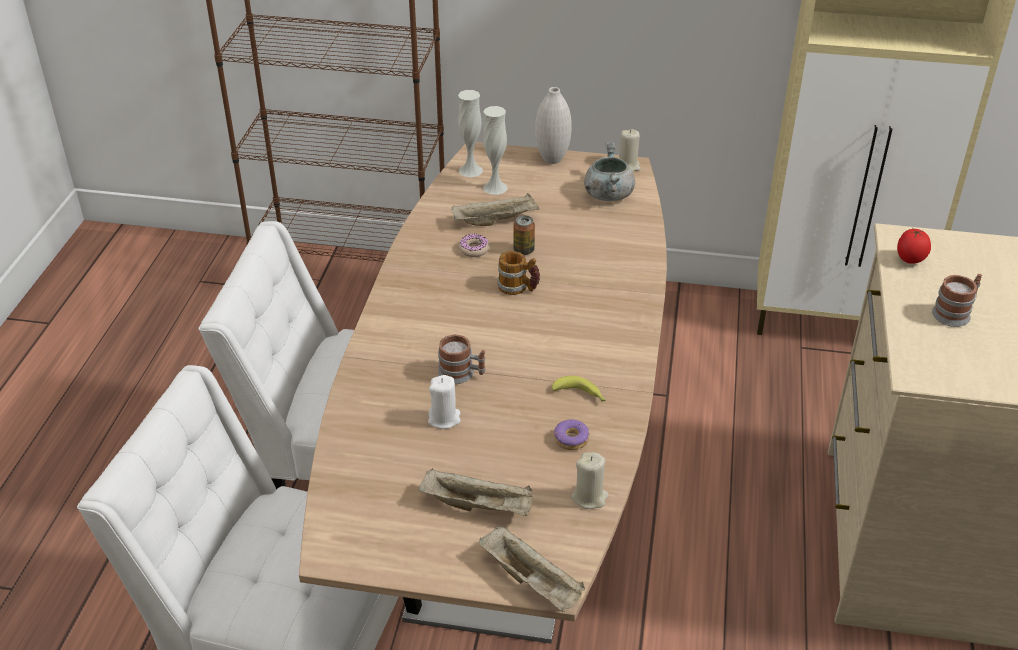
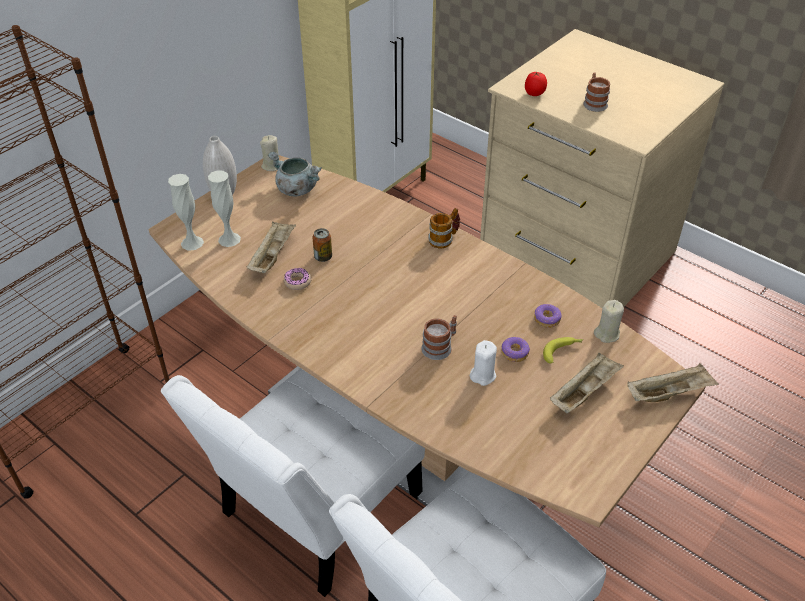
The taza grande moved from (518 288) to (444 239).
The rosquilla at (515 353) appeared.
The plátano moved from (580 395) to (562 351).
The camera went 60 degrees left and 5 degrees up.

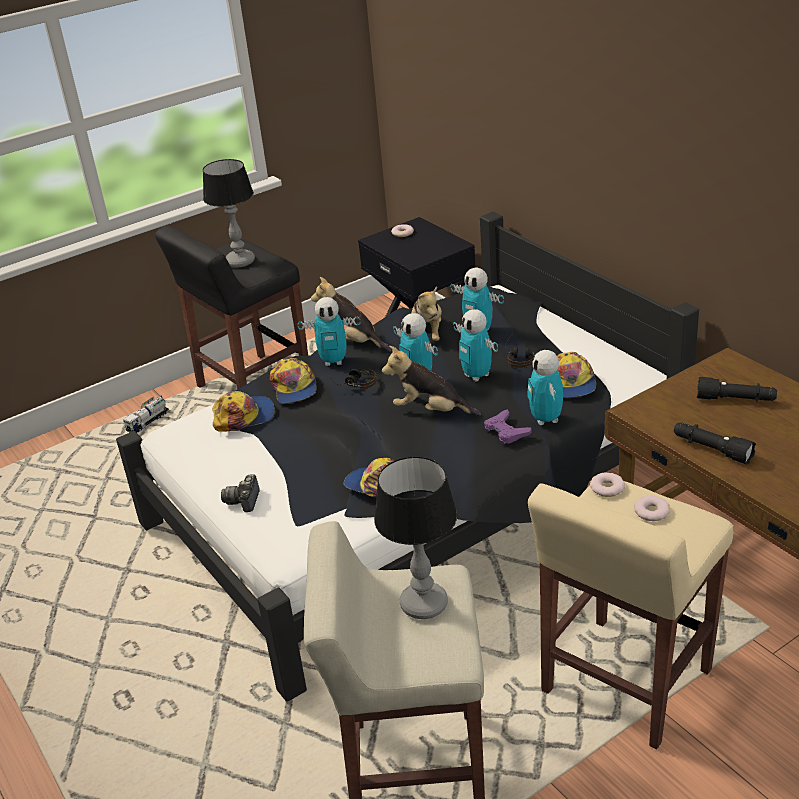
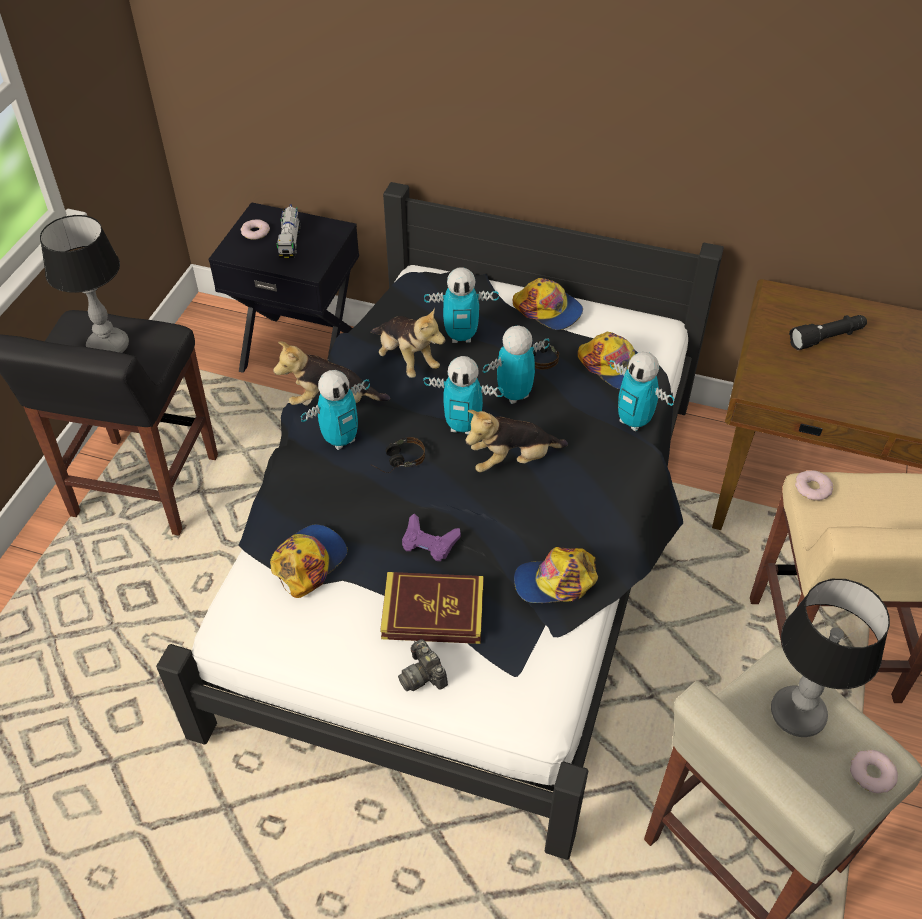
The camión de juguete moved from (148 422) to (290 241).
The libro at (433 611) appeared.
The mando de consola/morado moved from (506 431) to (429 542).
The robot de juguete at (477 375) turned 135 degrees clockwise.
The gorra moved from (294 388) to (548 310).
The rosquilla moved from (651 511) to (872 774).
The linterna/negro at (711 449) disappeared.
The camera went 40 degrees left and 15 degrees up.

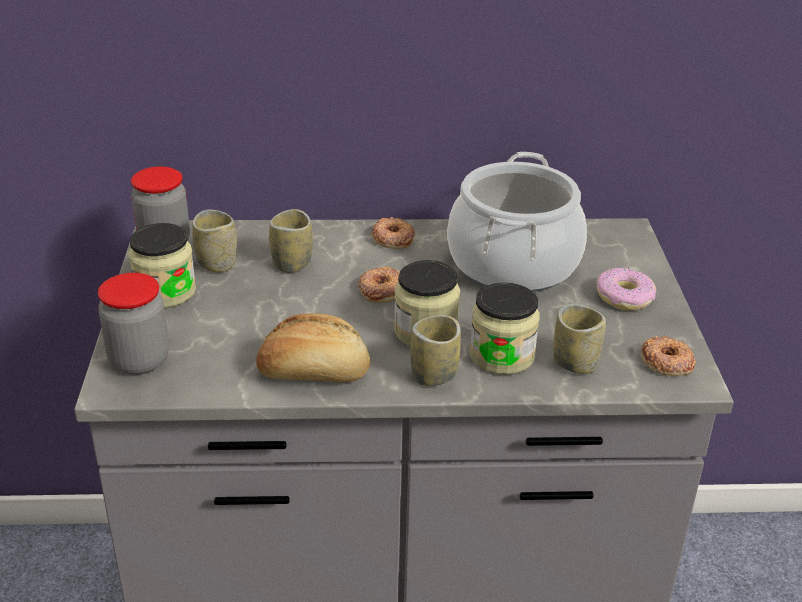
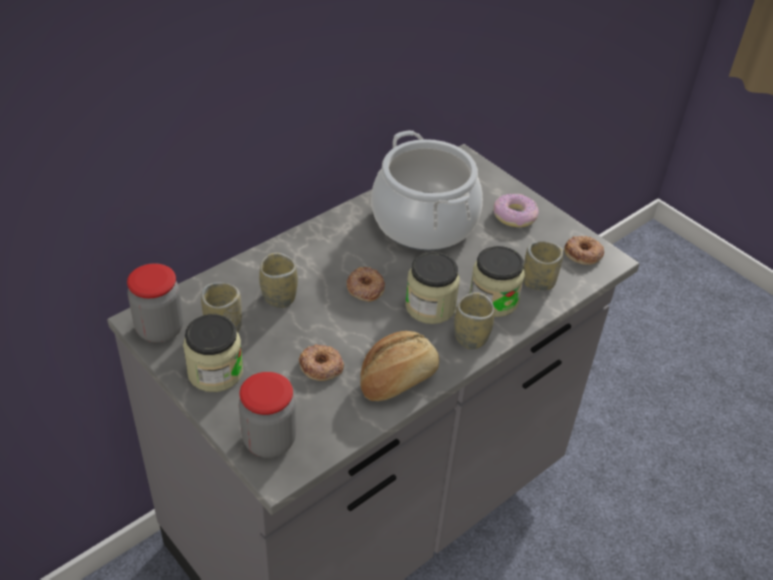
The rosquilla moved from (392 238) to (321 366).
The camera went 40 degrees left and 10 degrees up.

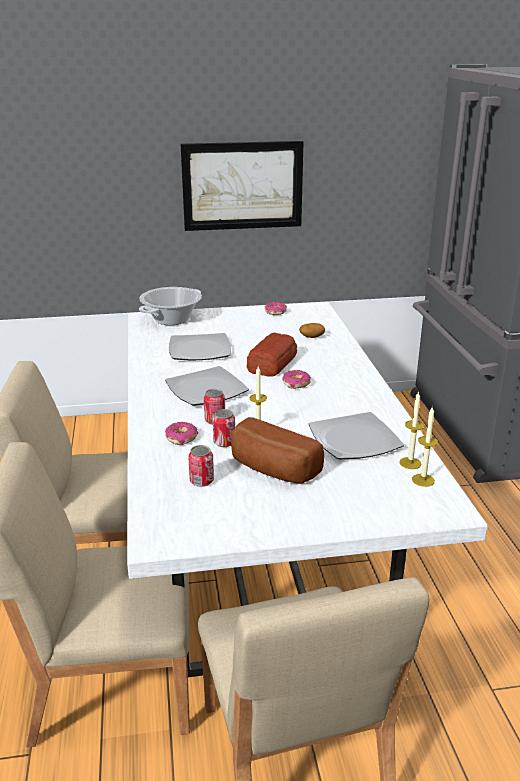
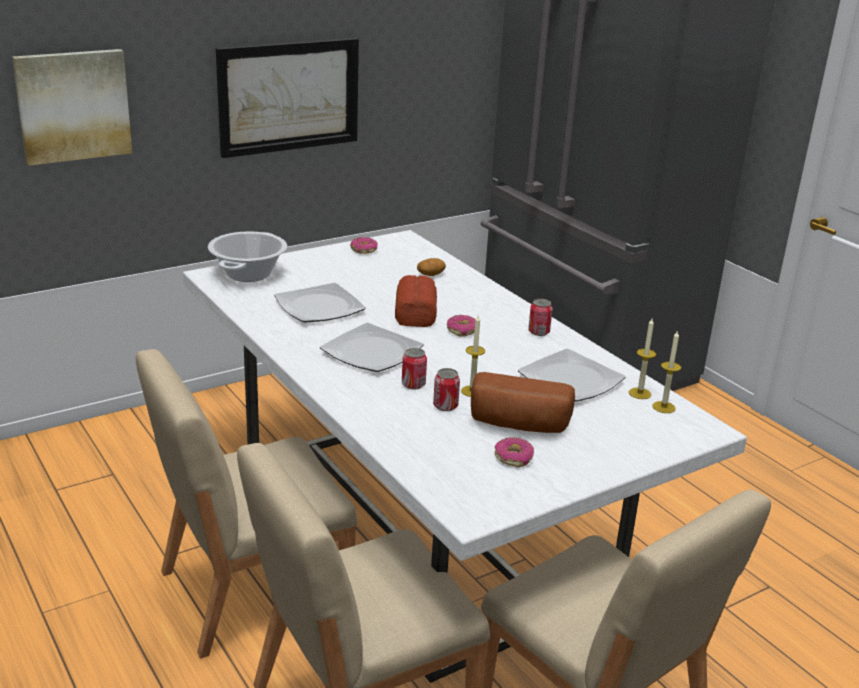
The cuadro at (73 105) appeared.
The rosquilla moved from (181 438) to (513 458).
The lata moved from (201 481) to (539 332).
The camera went 25 degrees left and 0 degrees up.

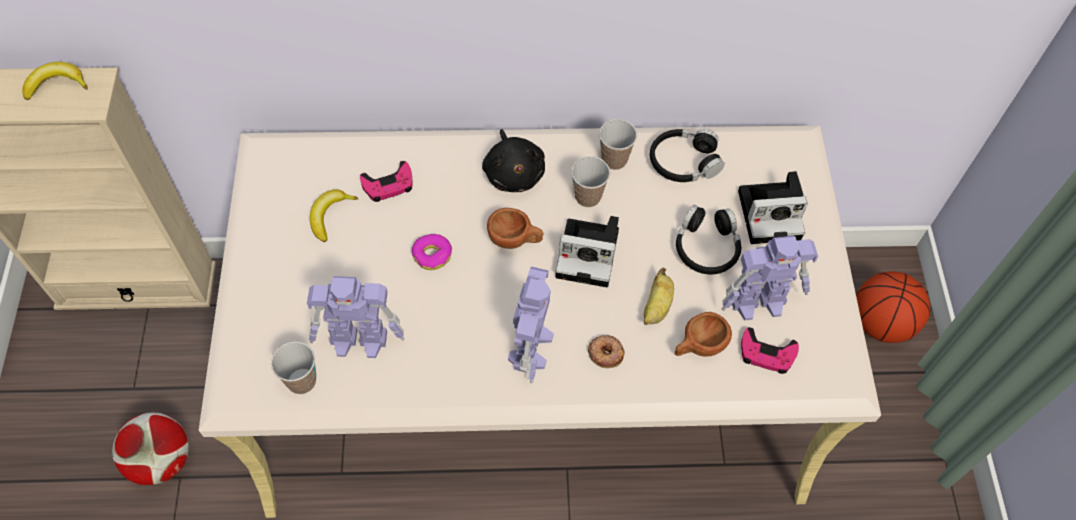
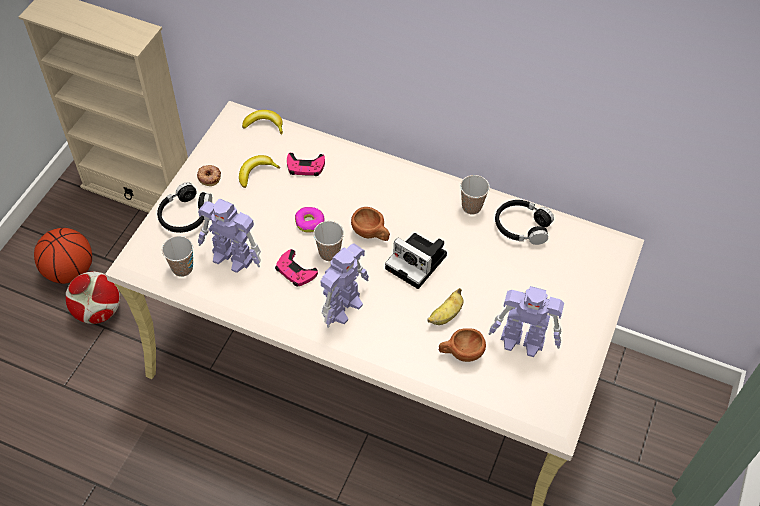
The balón de baloncesto moved from (880 323) to (70 271).
The auriculares/negro moved from (706 247) to (185 215).
The rosquilla moved from (605 353) to (209 177).
The plátano moved from (56 85) to (264 125).
The mando de consola/rosa moved from (767 353) to (295 271).
The taza moved from (588 197) to (329 253).
The peluche/negro at (514 173) disappeared.
The cámara at (772 213) disappeared.
The camera went 25 degrees right and 5 degrees down.

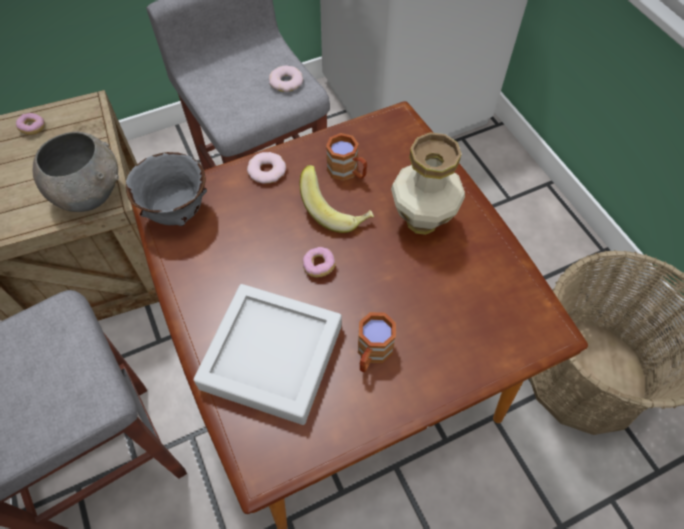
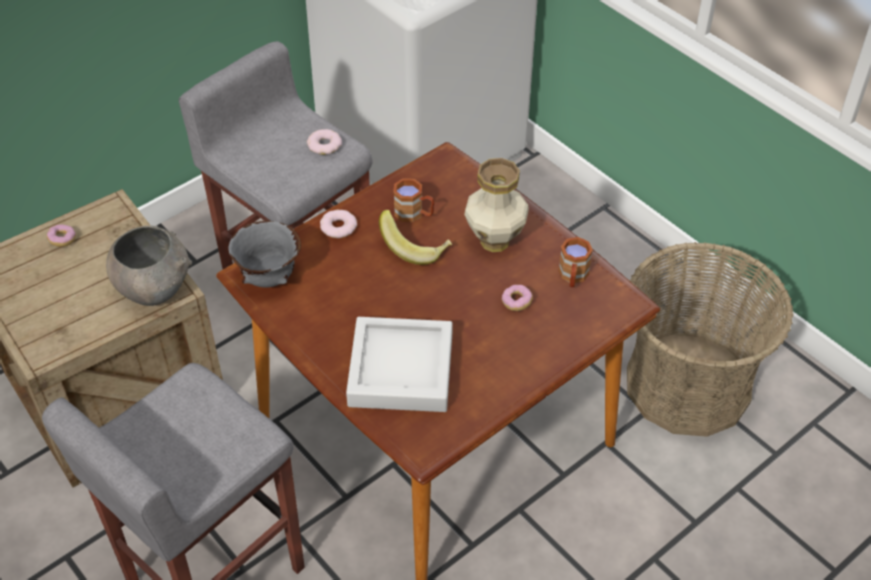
The rosquilla moved from (319 266) to (516 302).
The taza grande/marrón moved from (371 354) to (573 277).
The camera went 15 degrees left and 10 degrees down.

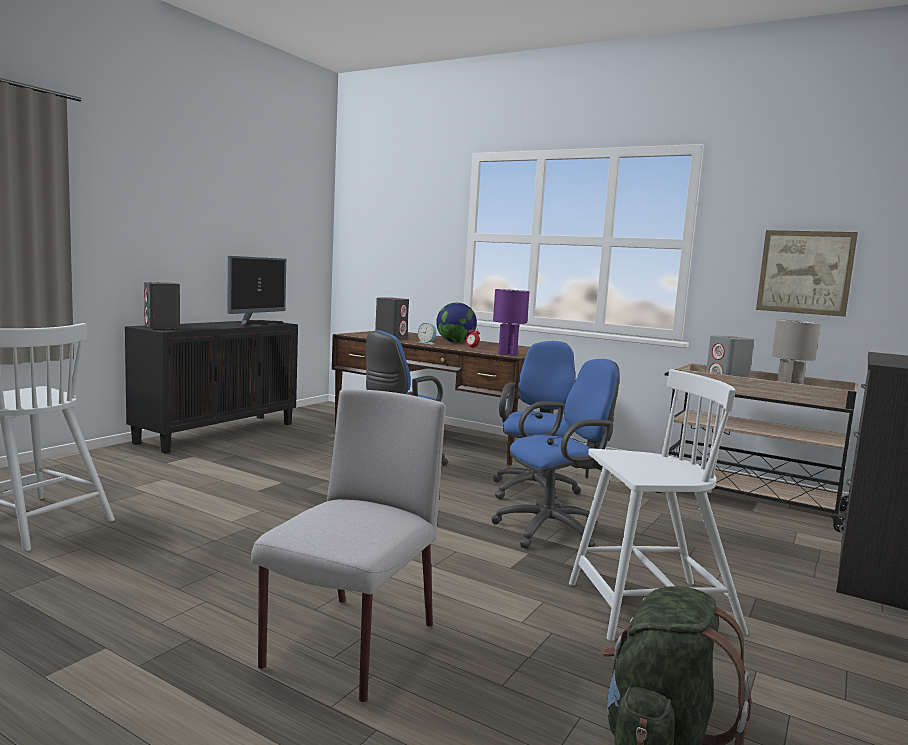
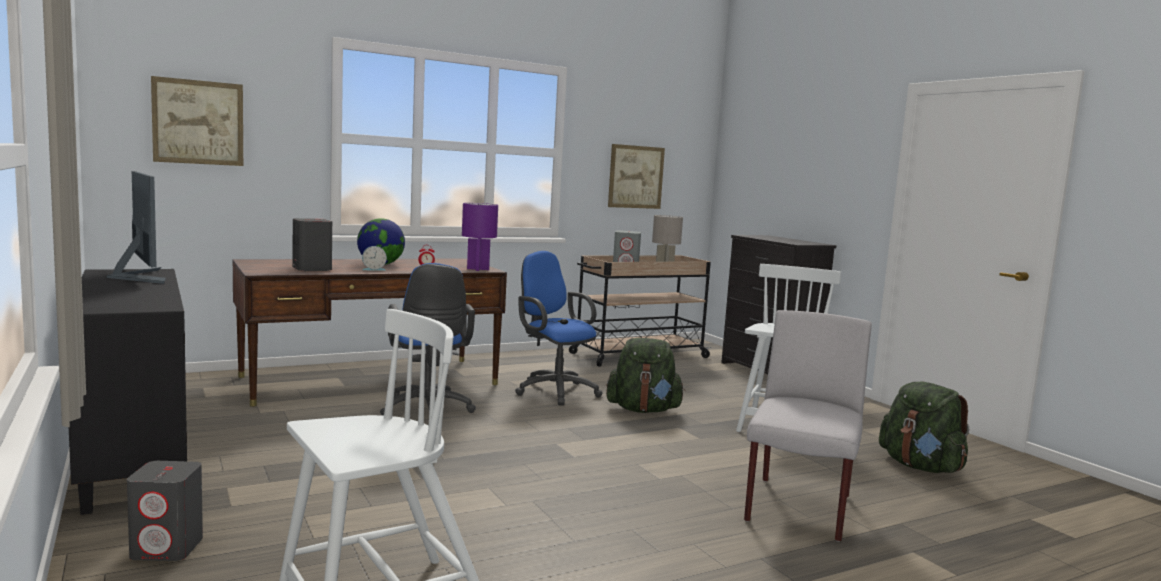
The altavoz/gris moved from (162 327) to (168 548).
The cuadro at (198 122) appeared.
The silla de oficina/azul at (553 530) was replaced by the mochila/verde at (643 410).
The silla/gris at (349 647) turned 60 degrees clockwise.
The camera went 60 degrees left and 0 degrees up.

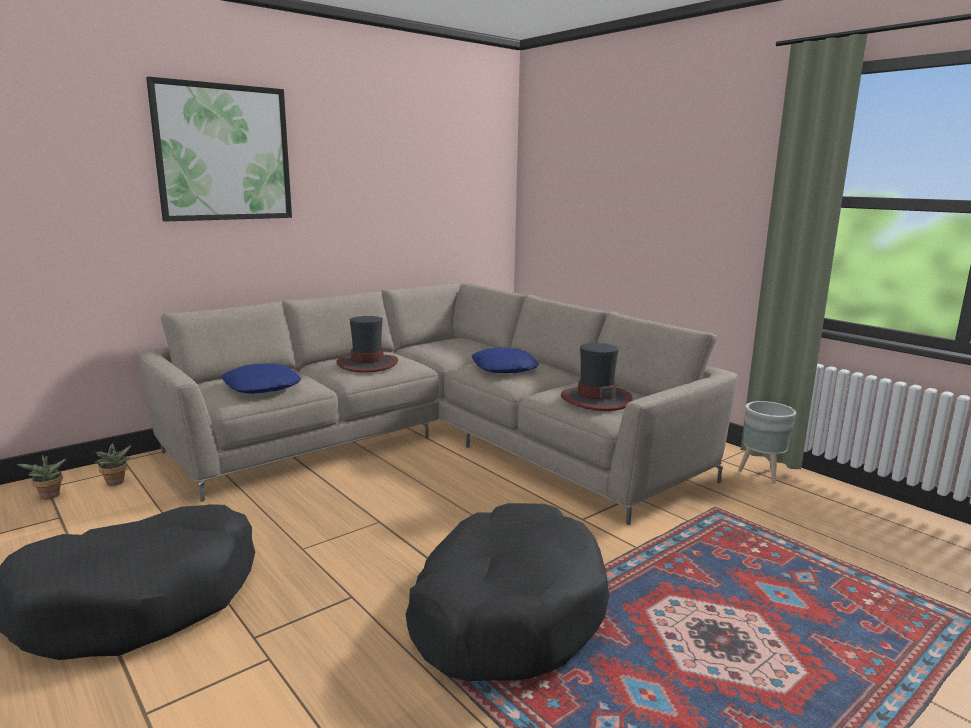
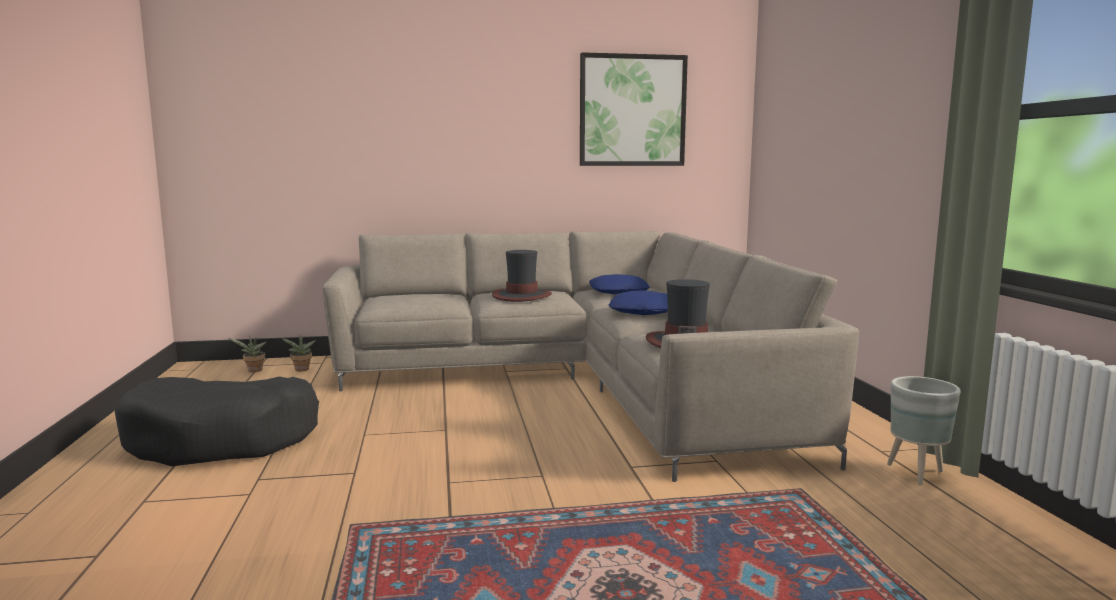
The cuadro moved from (223 153) to (632 110).
The cojín/azul moved from (262 387) to (619 292).
The cama para perro/negro at (507 611) disappeared.
The camera went 30 degrees right and 5 degrees down.

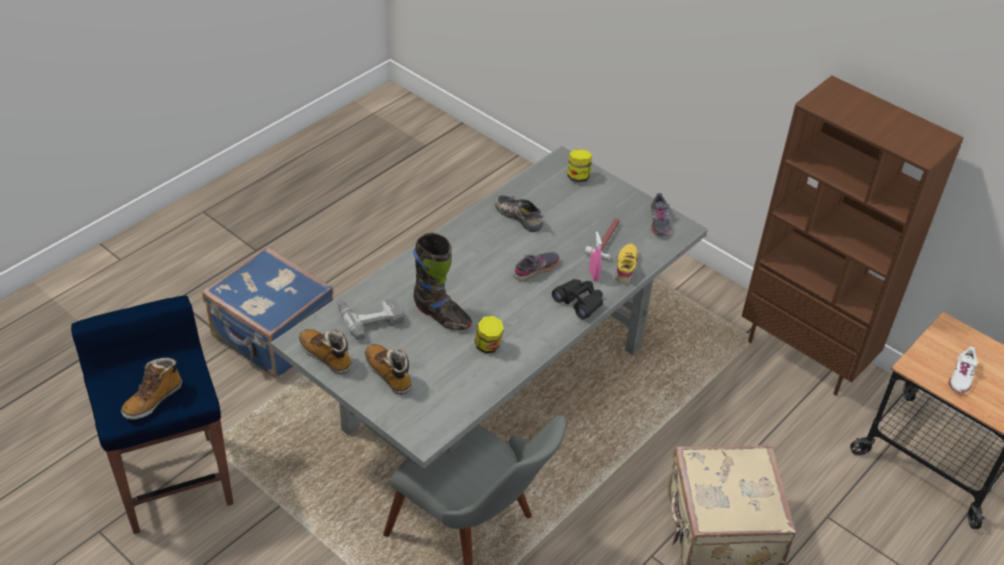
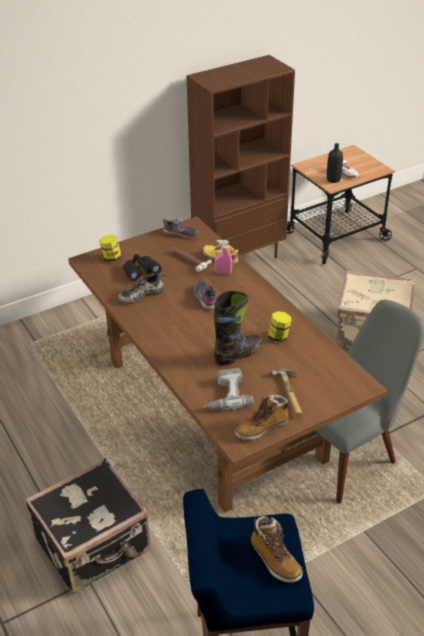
The maleta/azul at (273 337) became the maleta/negro at (94 547).
The mesa de comedor/gris at (495 389) became the mesa de comedor/marrón at (214 410).
The prismáticos/negro moved from (579 302) to (140 271).
The bota at (389 374) was replaced by the martillo at (293 394).
The botella/negro at (333 180) appeared.
The camera went 70 degrees left and 5 degrees down.

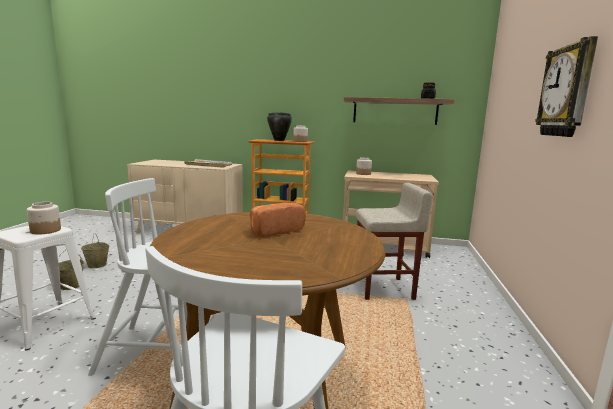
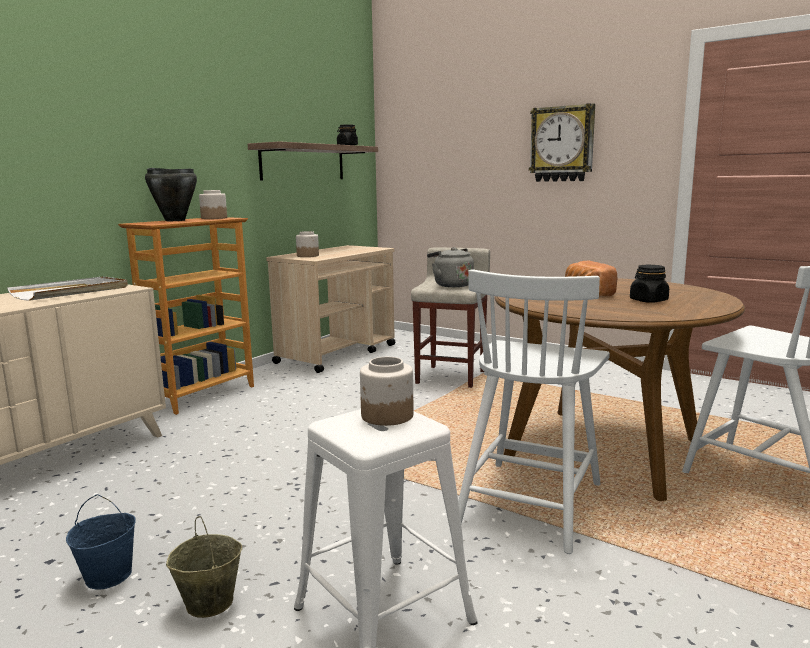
The cubo/beis at (97 265) became the cubo/azul at (109 575).
The hervidor/gris at (451 285) appeared.
The tarro/negro at (648 300) appeared.
The camera went 65 degrees left and 0 degrees up.

